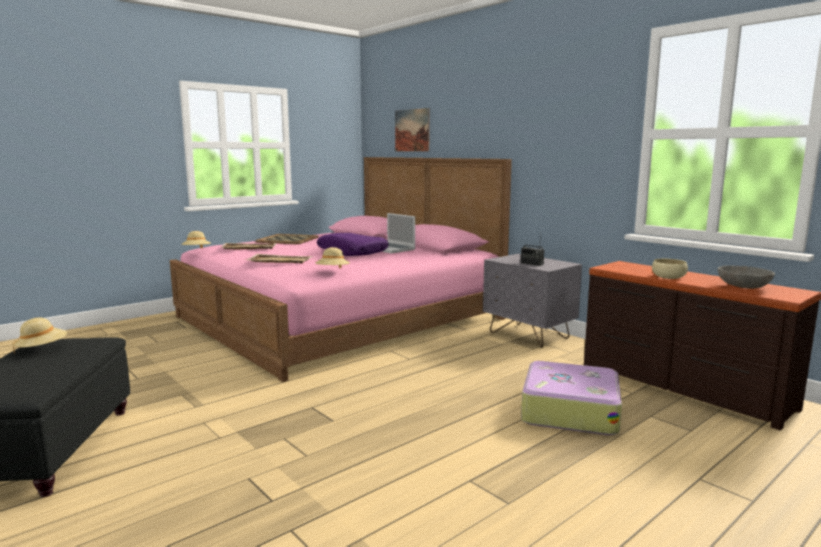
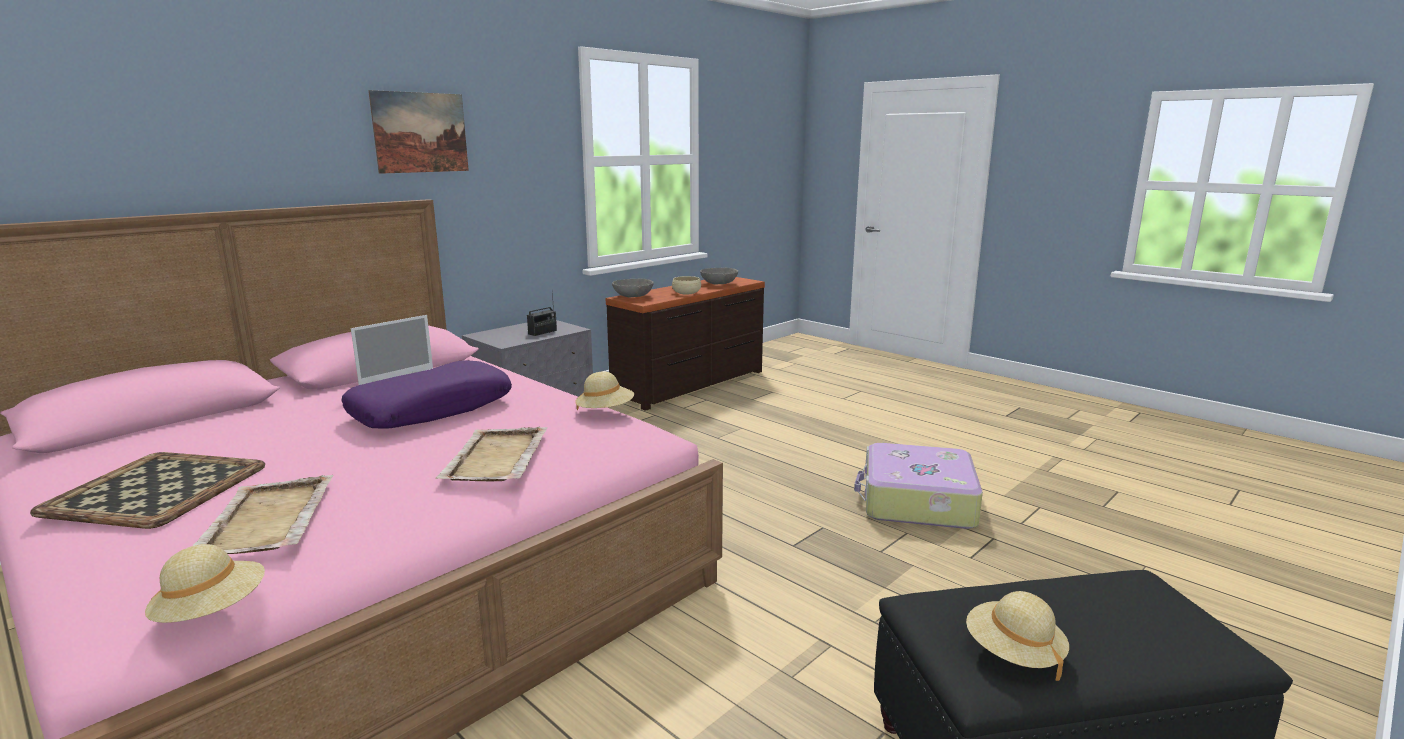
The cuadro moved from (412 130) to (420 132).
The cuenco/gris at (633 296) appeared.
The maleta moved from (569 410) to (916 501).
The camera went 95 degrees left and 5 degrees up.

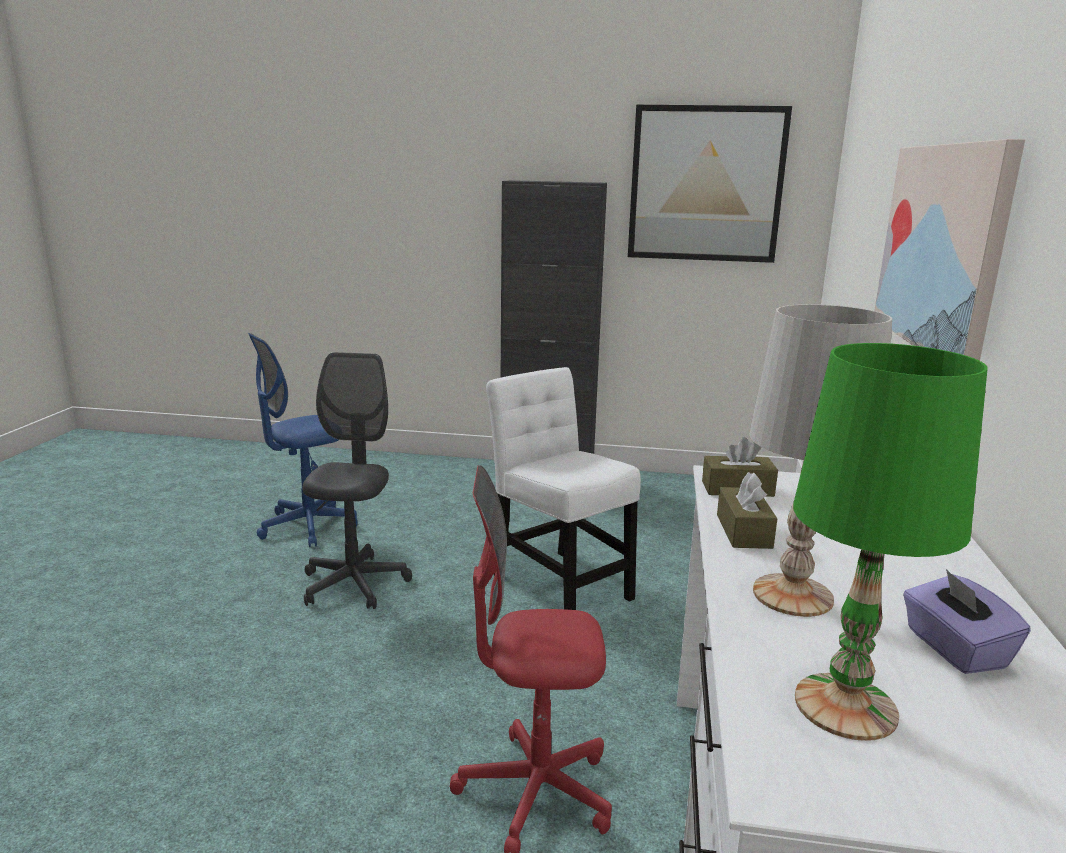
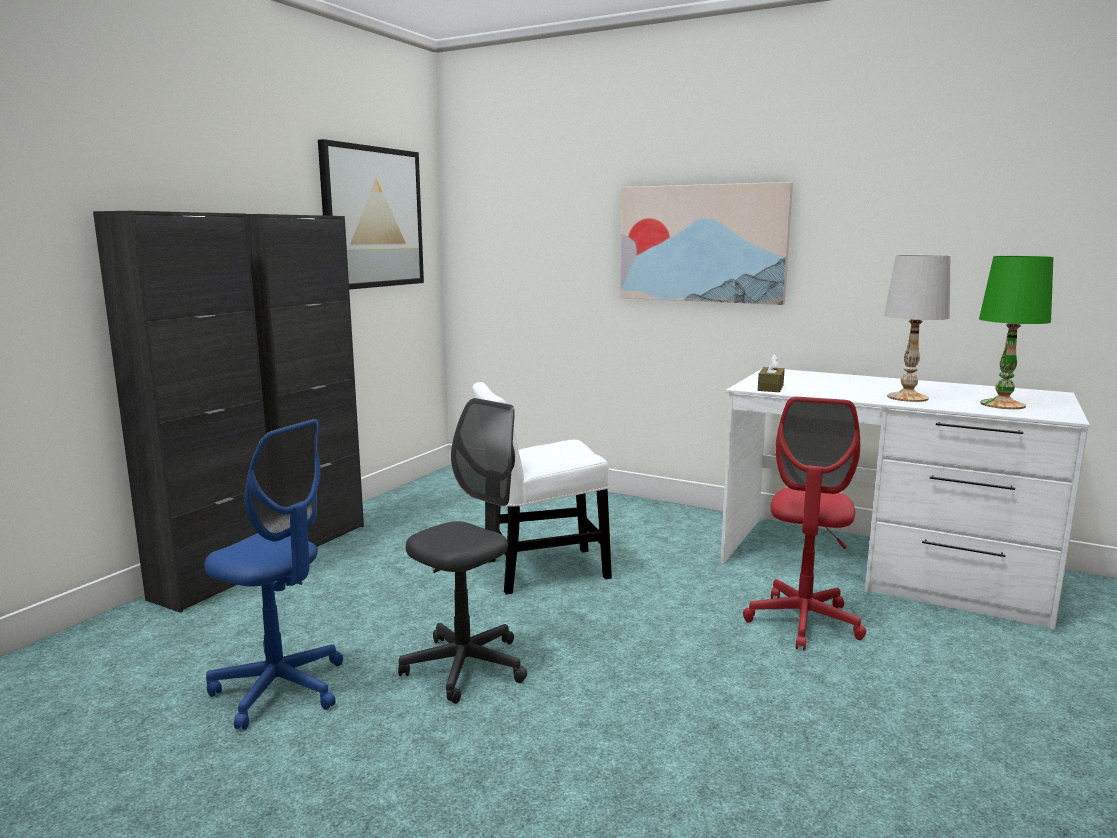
The armario/negro at (214 583) appeared.
The silla de oficina/azul at (307 526) turned 45 degrees counterclockwise.
The silla de oficina/gris at (354 584) turned 105 degrees clockwise.
The caja de pañuelos/marrón at (743 531) disappeared.
The caja de pañuelos/morado at (954 649) disappeared.
The camera went 70 degrees left and 5 degrees down.

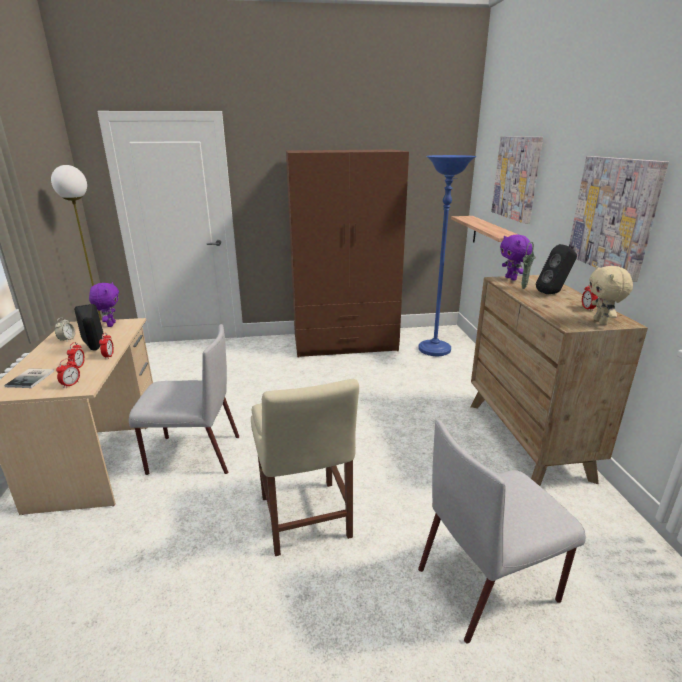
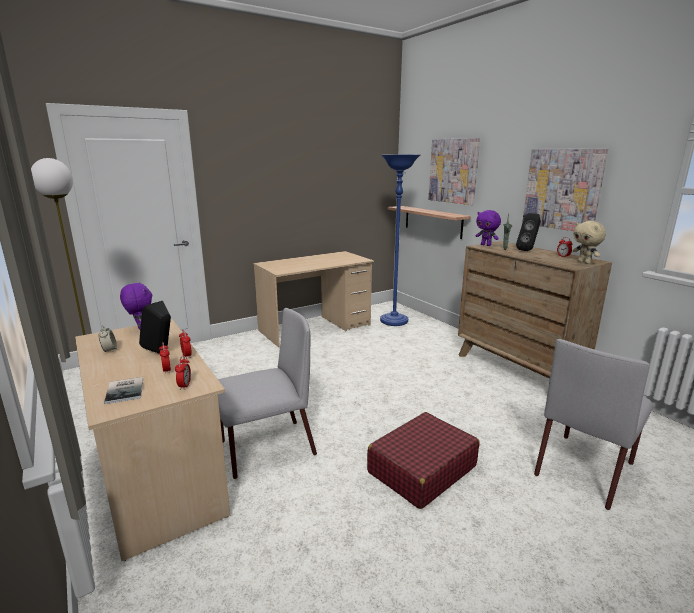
The armario ropero/marrón at (345 343) was replaced by the escritorio/beis at (315 328).
The silla/beis at (305 520) was replaced by the maleta/rojo at (421 469).
The camera went 25 degrees left and 5 degrees down.

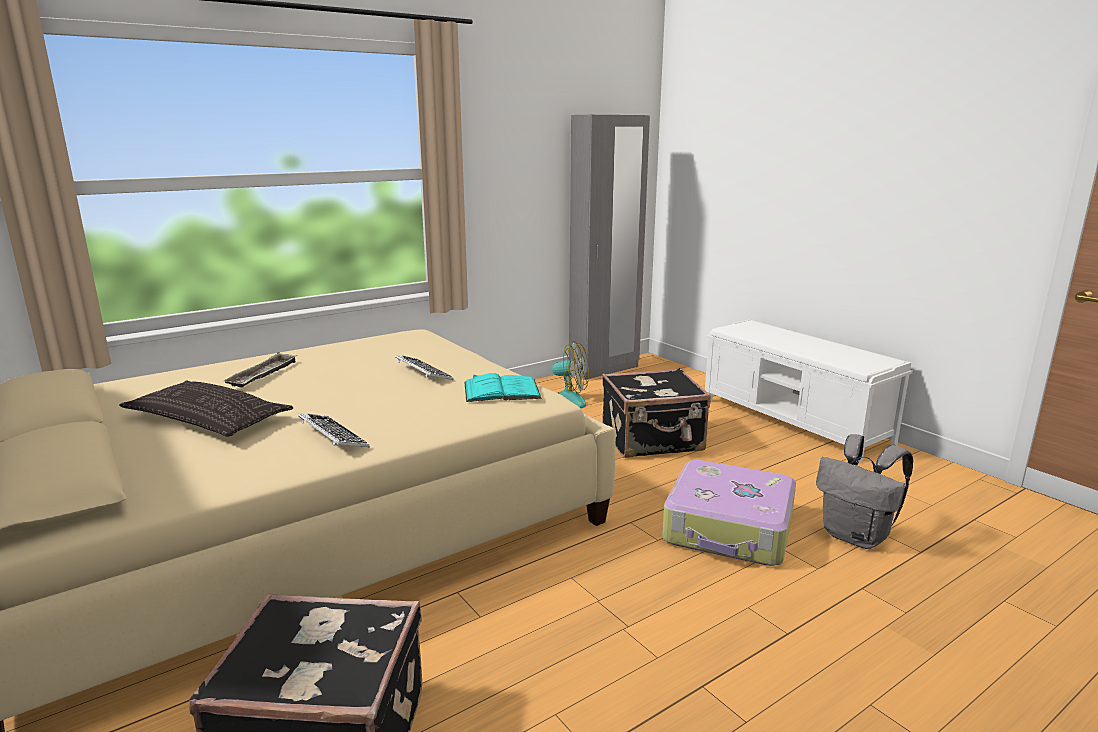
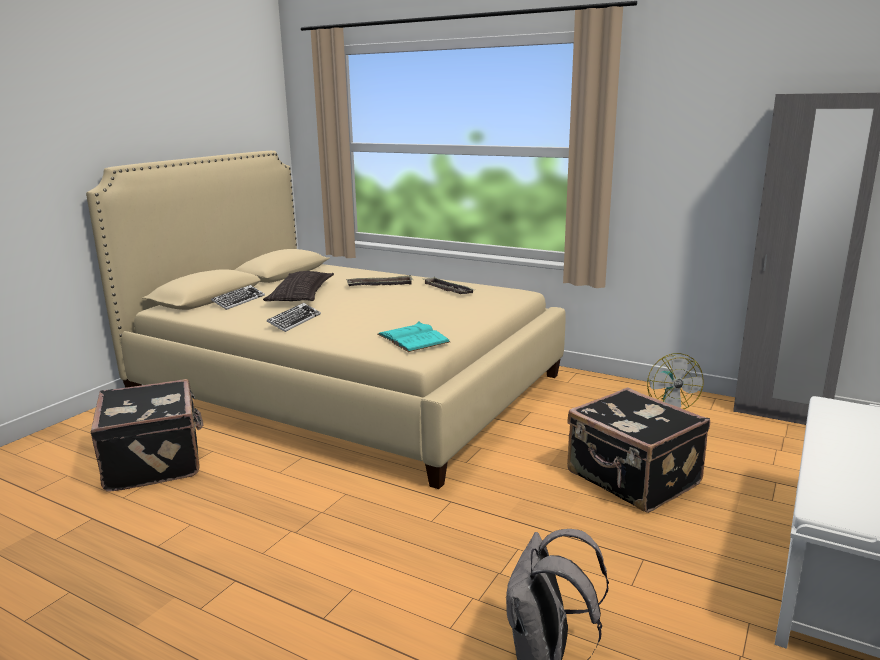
The teclado moved from (423 373) to (238 301).
The bandeja at (448 289) appeared.
The maleta at (729 529) disappeared.
The camera went 65 degrees right and 0 degrees up.

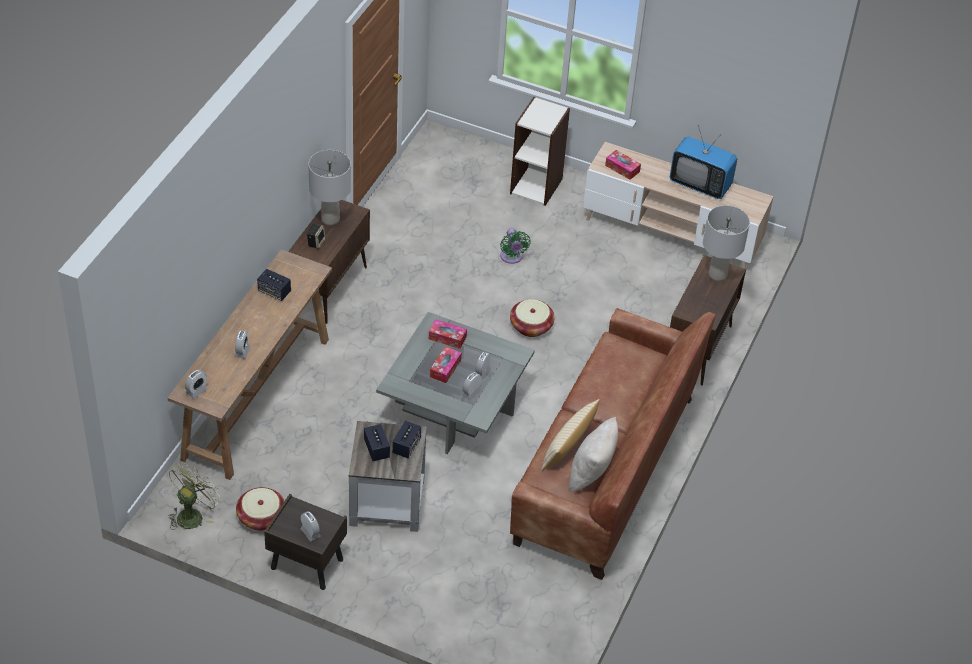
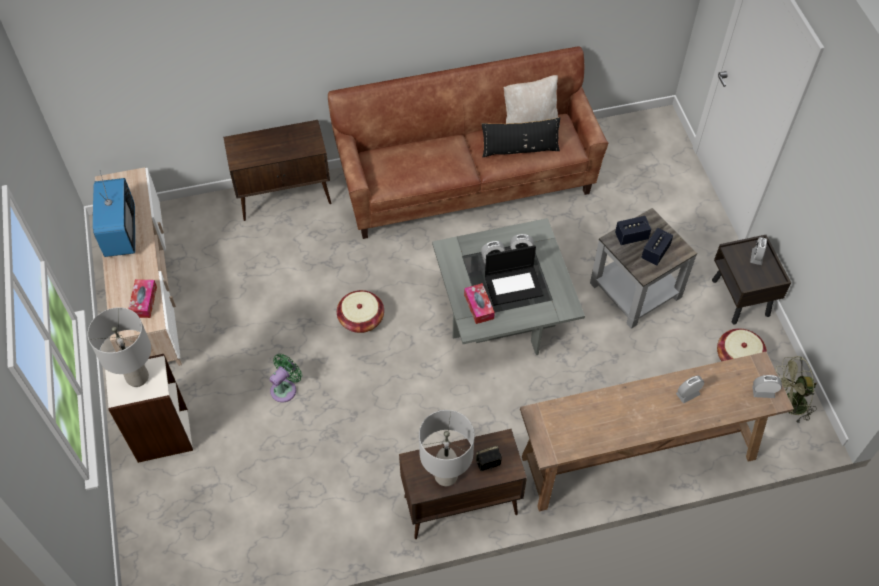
The lámpara de mesa/gris moved from (717 275) to (137 378).
The cojín/beis at (568 446) became the cojín/negro at (520 149).
The caja de pañuelos at (445 368) was replaced by the portátil at (514 285).
The altavoz at (274 292) disappeared.
The camera went 125 degrees left and 10 degrees up.

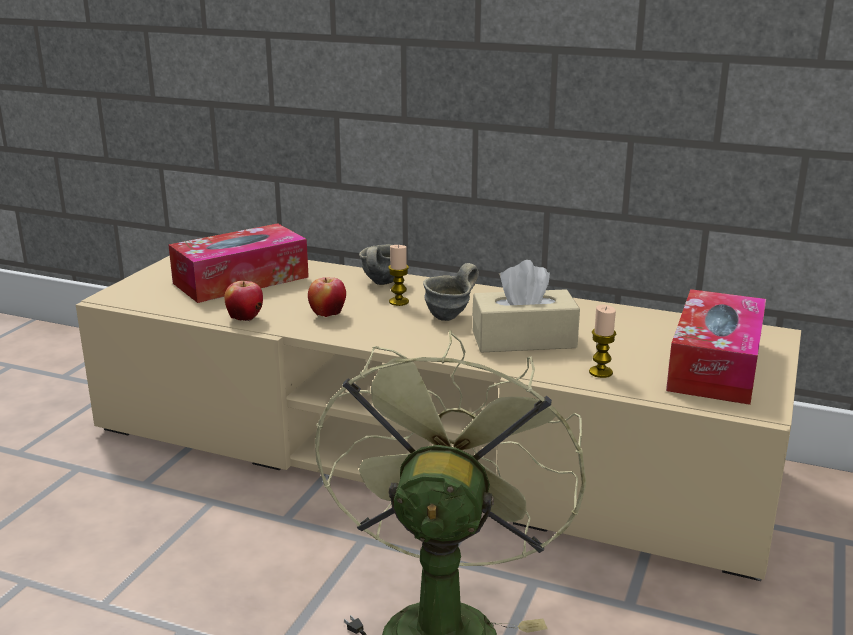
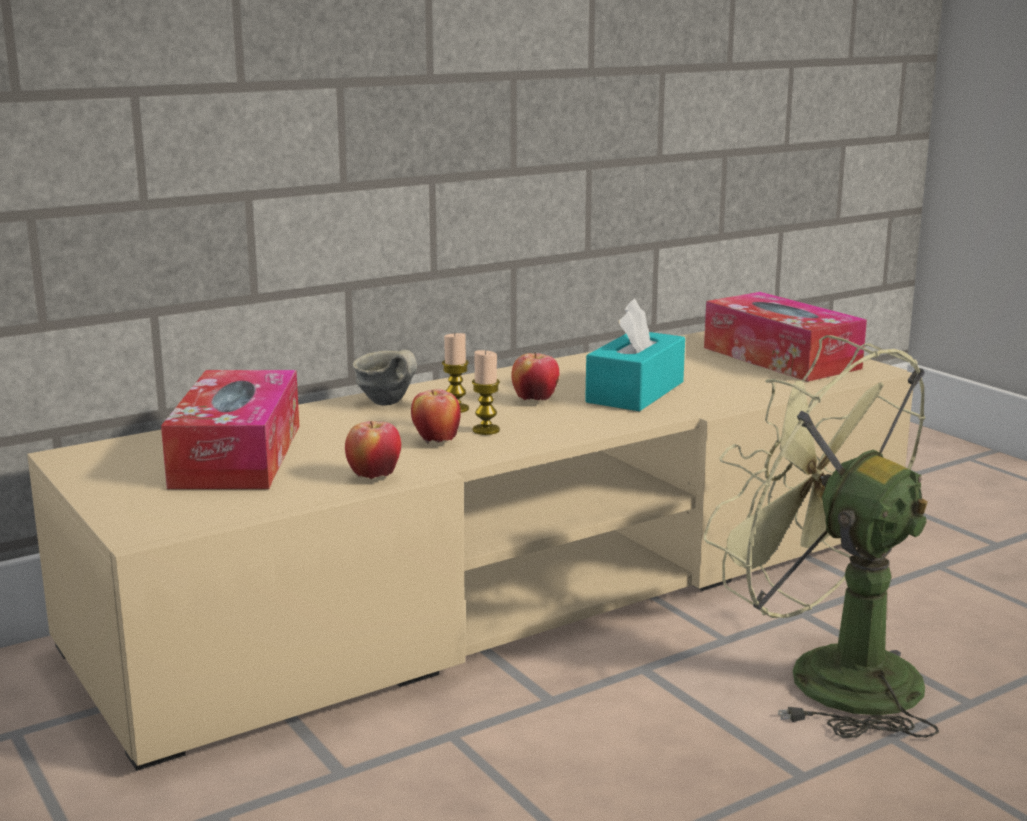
The vela moved from (600 372) to (486 430).
The taza grande/gris at (452 316) was replaced by the manzana at (535 400).
The caja de pañuelos/beis at (524 339) became the caja de pañuelos/turquesa at (635 392).
The camera went 55 degrees left and 5 degrees down.

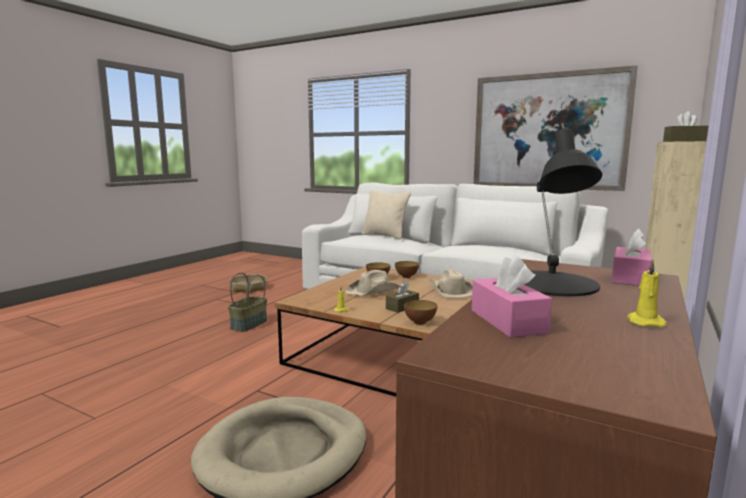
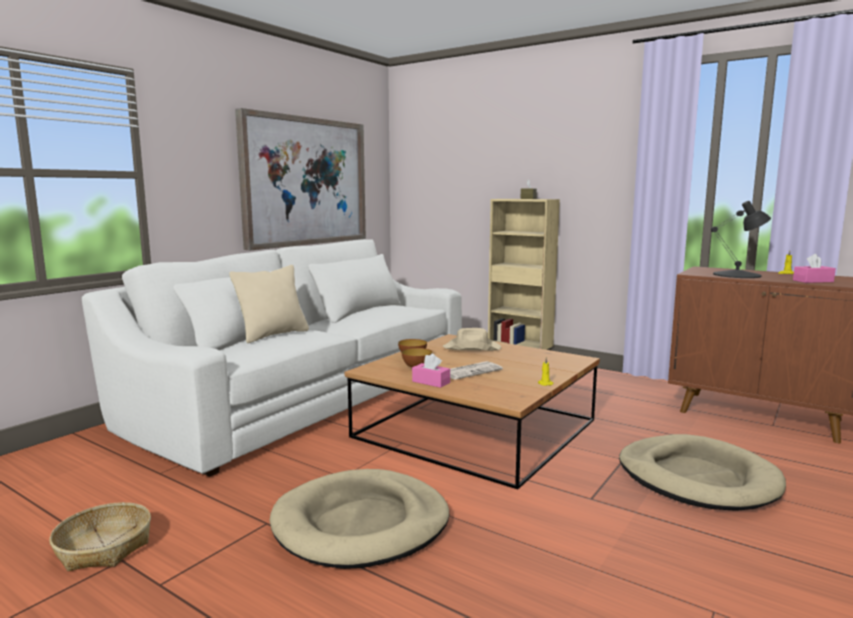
The cesta at (249 325) was replaced by the cama para perro/beis at (361 524).
The caja de pañuelos/rosa moved from (630 278) to (431 382).
The sombrero/beis at (374 291) was replaced by the periódico at (470 371).
The caja de pañuelos/marrón at (402 307) disappeared.
The cuenco at (420 322) disappeared.
The camera went 85 degrees left and 0 degrees up.

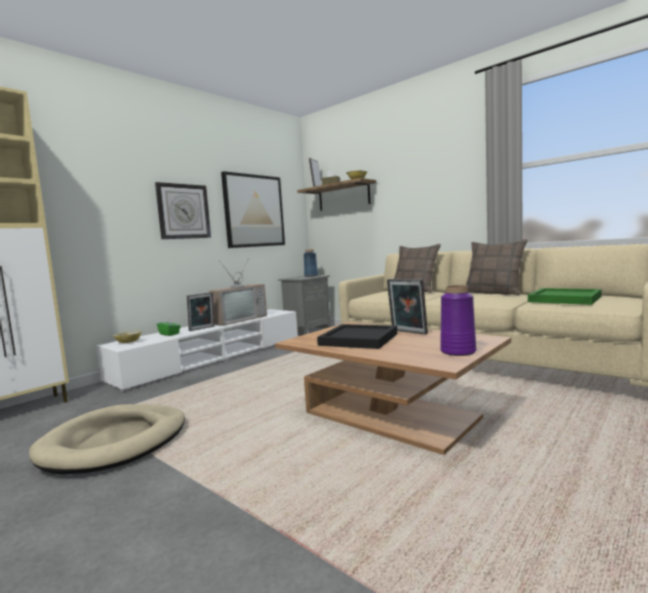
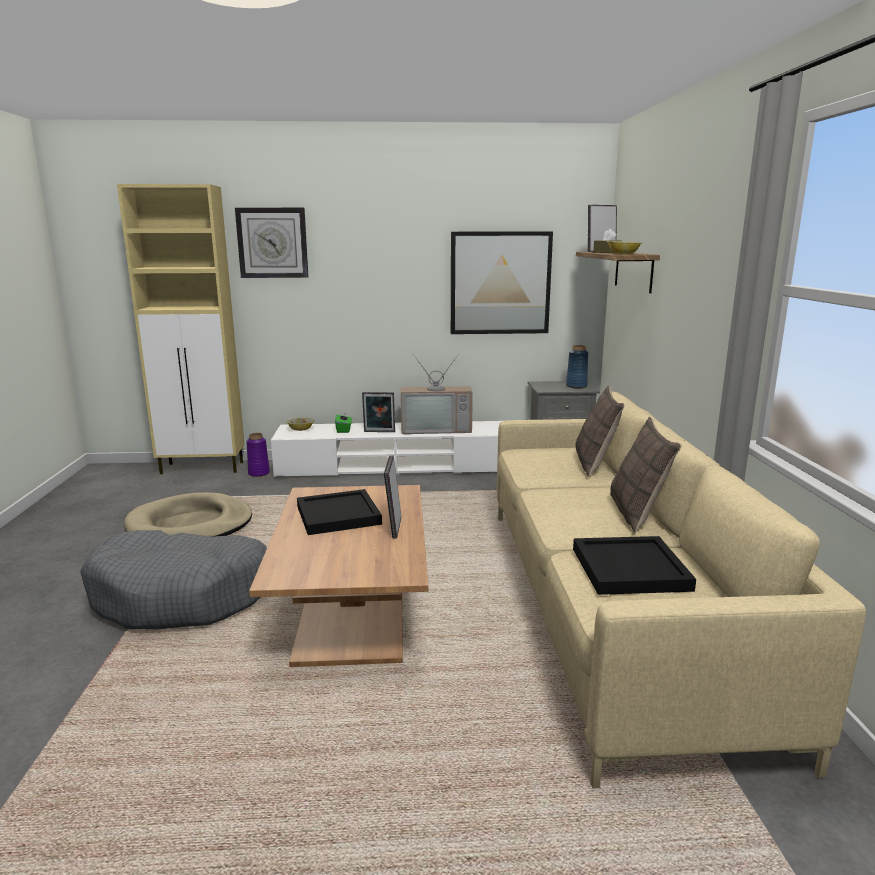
The cama para perro/gris at (182 596) appeared.
The reloj de pared moved from (183 211) to (272 243).
The florero/morado moved from (458 351) to (258 473).
The bandeja/verde at (564 299) became the bandeja/negro at (628 568).
The camera went 45 degrees right and 10 degrees up.

